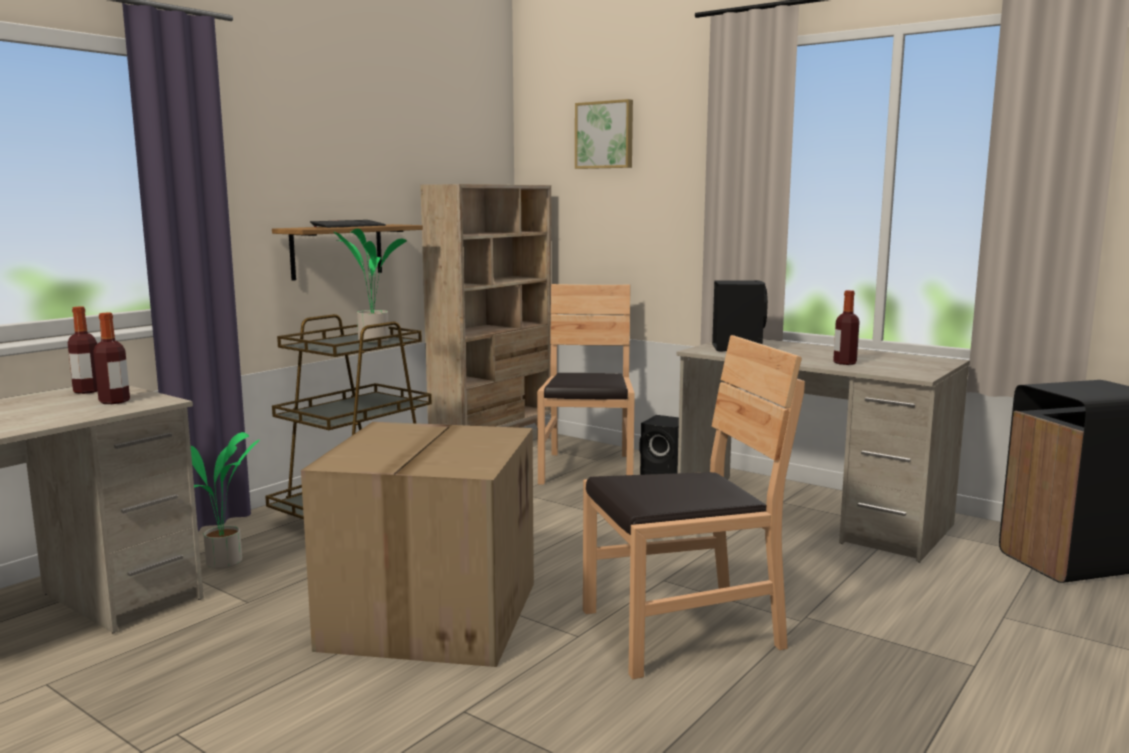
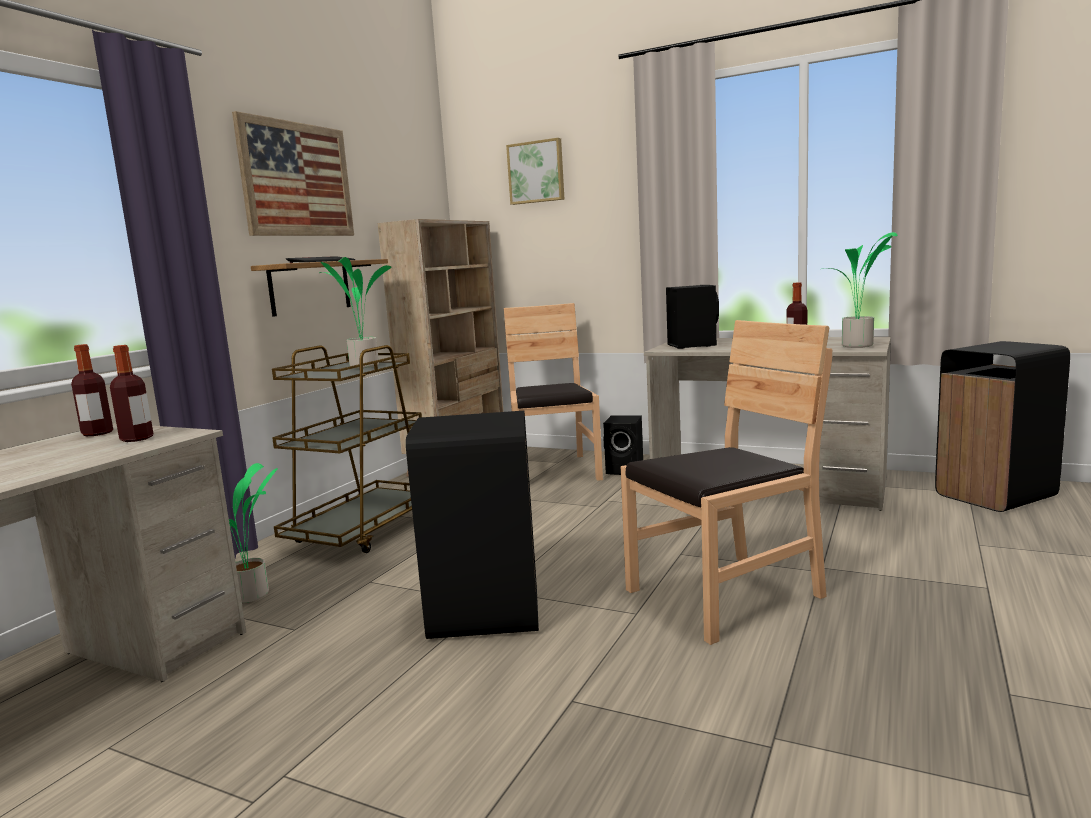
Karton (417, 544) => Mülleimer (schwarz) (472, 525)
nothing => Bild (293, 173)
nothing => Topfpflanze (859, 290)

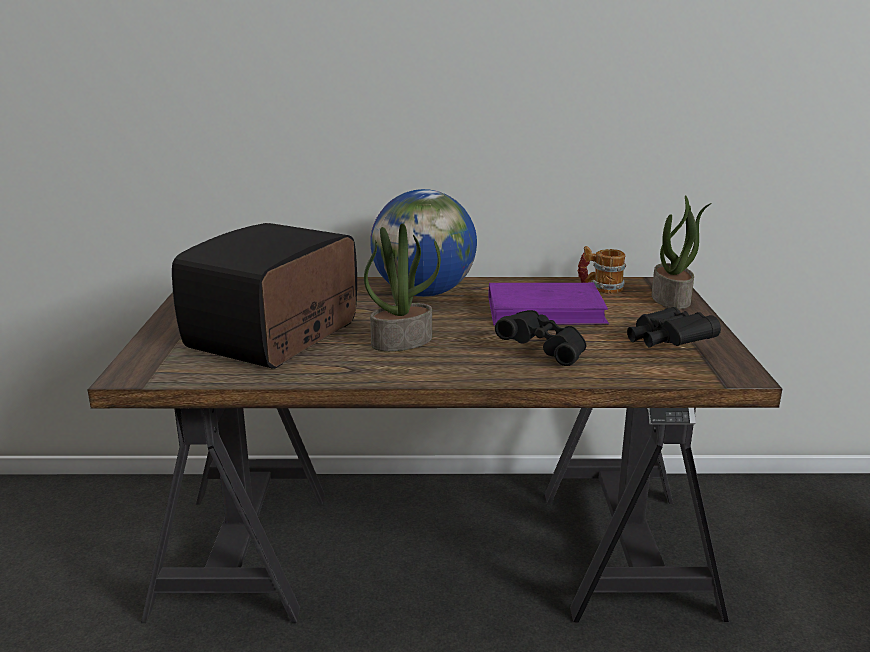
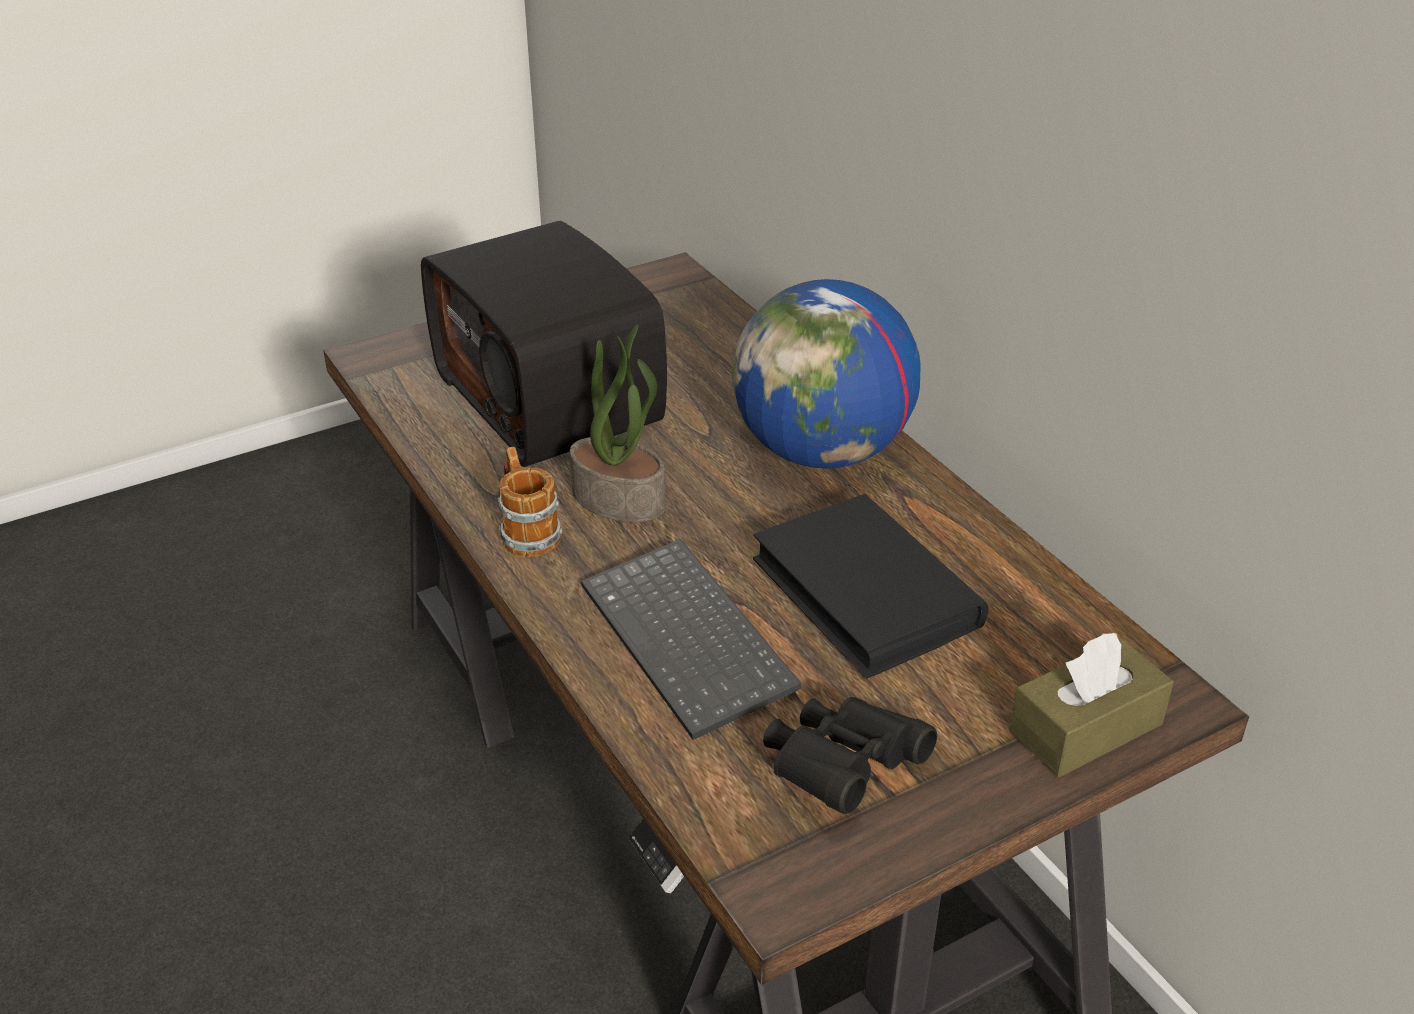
Topfpflanze (681, 252) => Taschentuchbox (braun) (1091, 705)
Radio (264, 296) => Radio (544, 344), 120 degrees counterclockwise
Henkelbecher (602, 270) => Henkelbecher (530, 502), moved
Buch (lila) (549, 304) => Buch (schwarz) (871, 586)
Fernglas (schwarz) (540, 338) => Tastatur (691, 639)

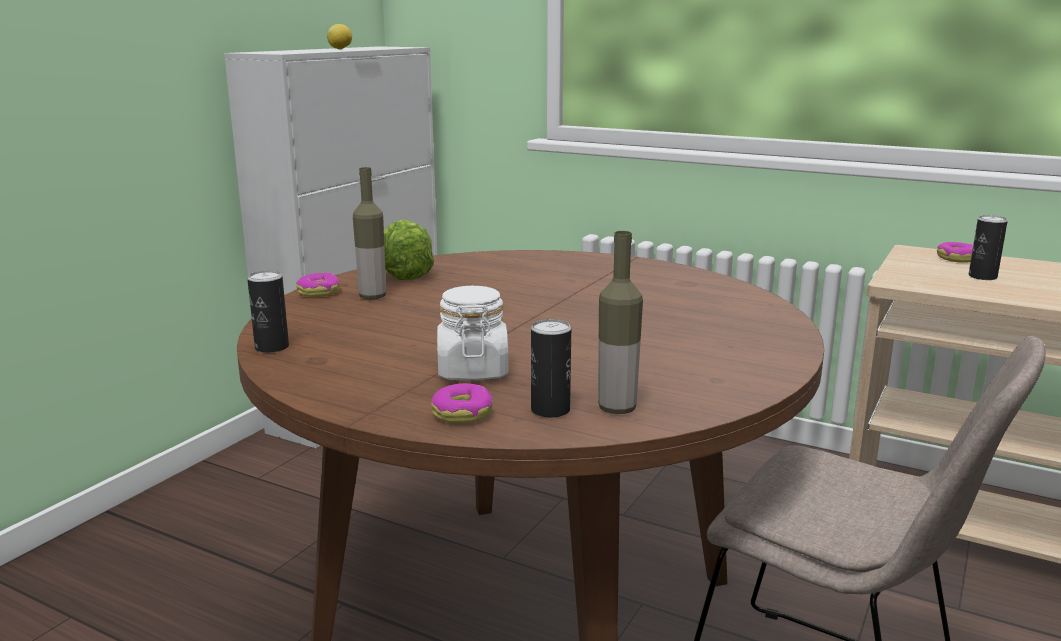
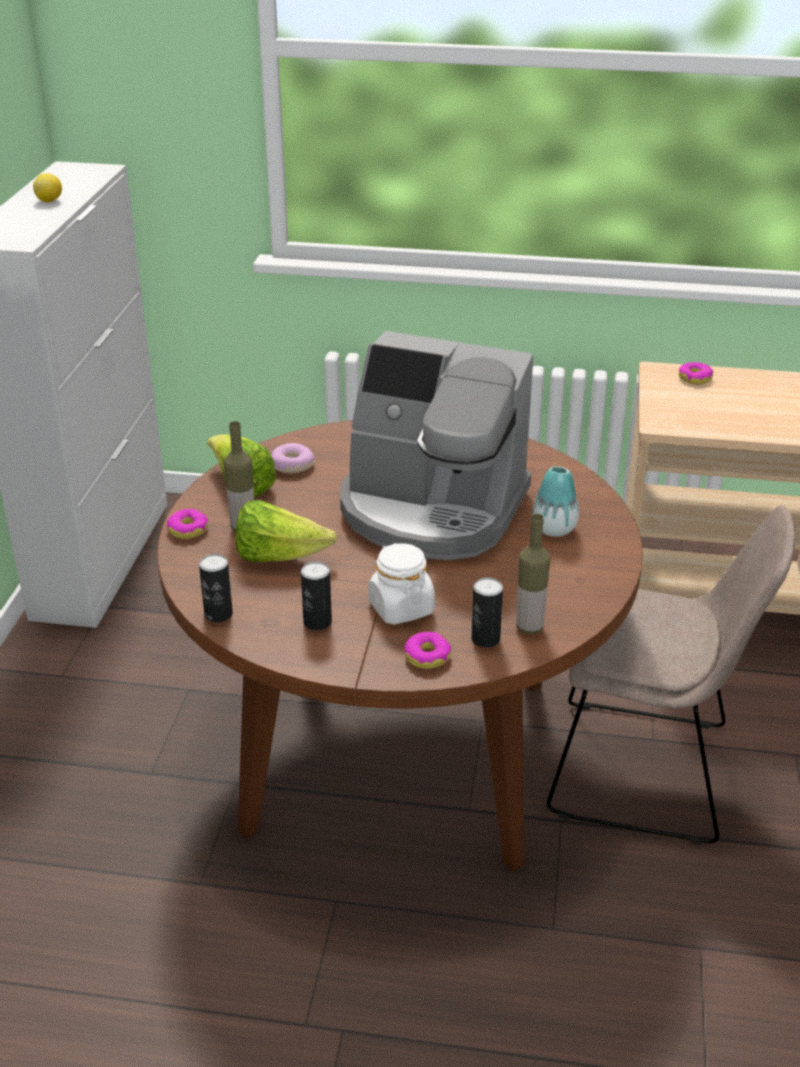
Dose (988, 247) => Dose (316, 596), moved
nothing => Kaffeemaschine (436, 445)
nothing => Donut (293, 458)
nothing => Vase (555, 501)
nothing => Salatkopf (286, 531)

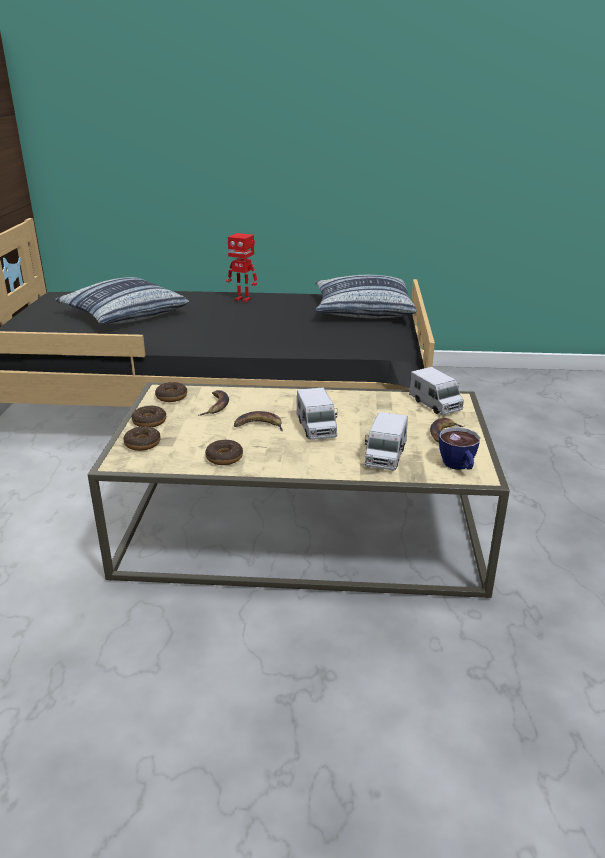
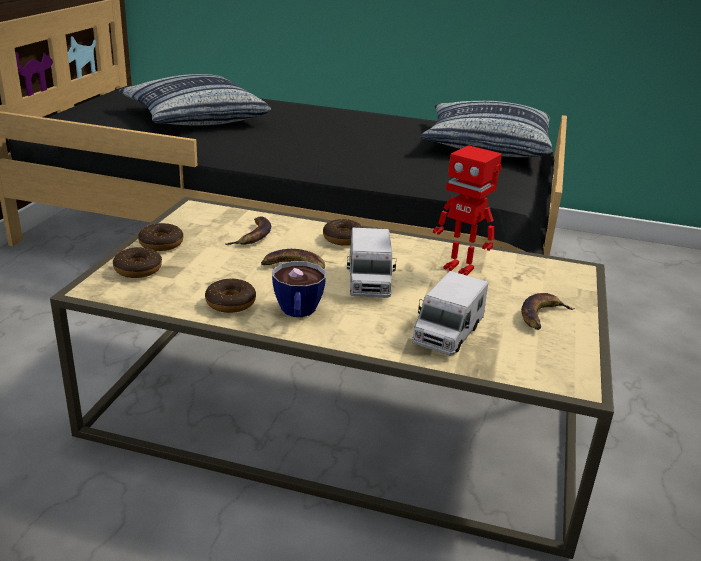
Spielzeugroboter (241, 267) => Spielzeugroboter (467, 210), moved
Spielzeuglaster (436, 391) => nothing
Donut (171, 392) => Donut (343, 232), moved
Tasse (459, 448) => Tasse (299, 289), moved

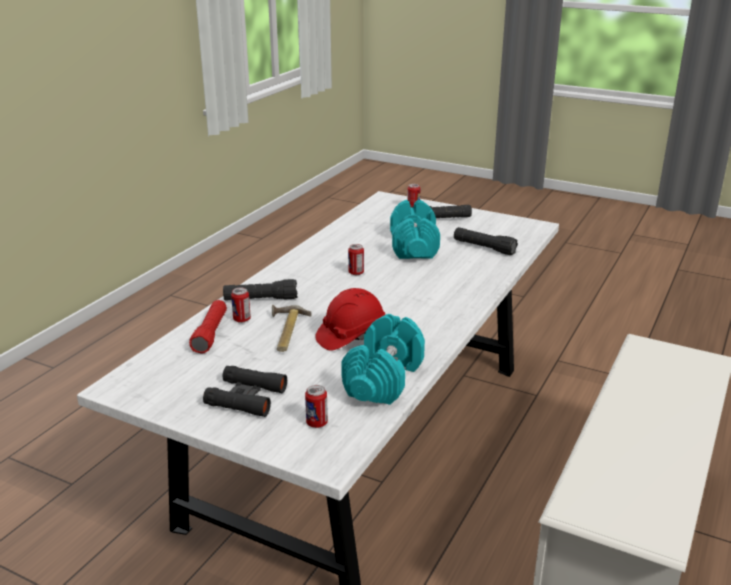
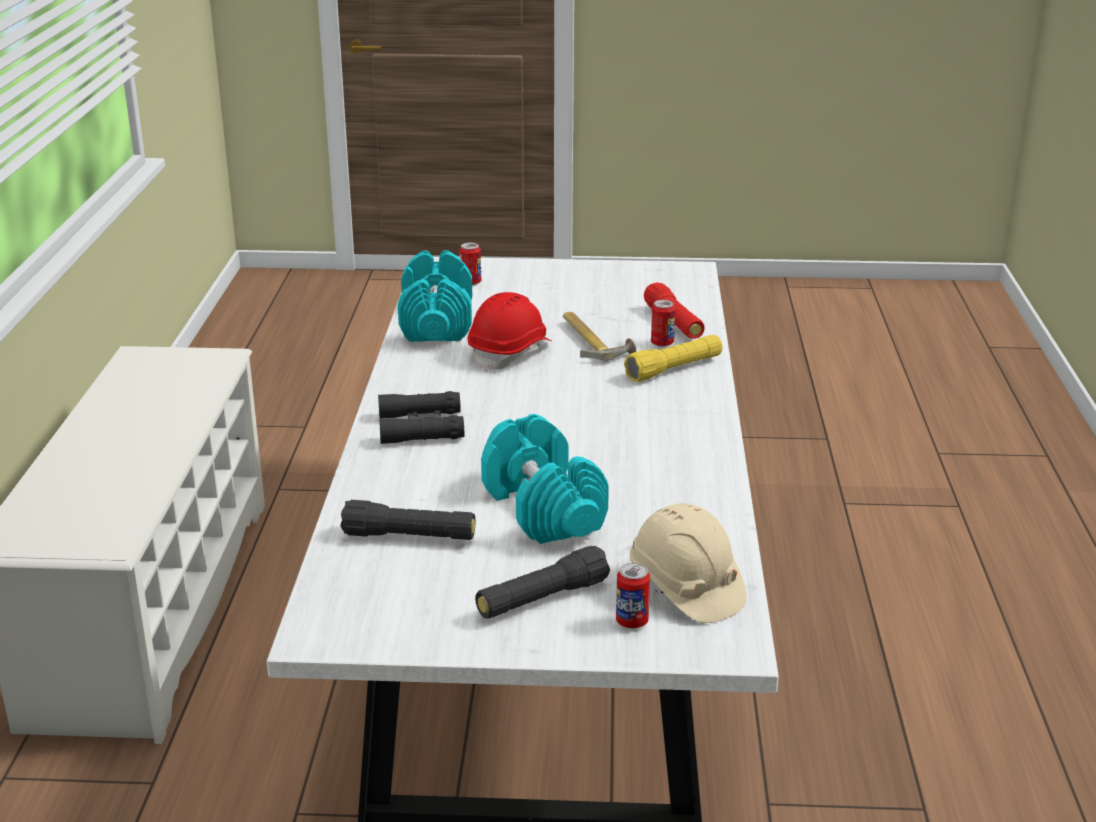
Dose (356, 259) => nothing
Taschenlampe (schwarz) (260, 289) => Taschenlampe (gelb) (673, 358)
Fernglas (schwarz) (245, 391) => Fernglas (schwarz) (421, 417), moved
nothing => Schutzhelm (beige) (688, 563)

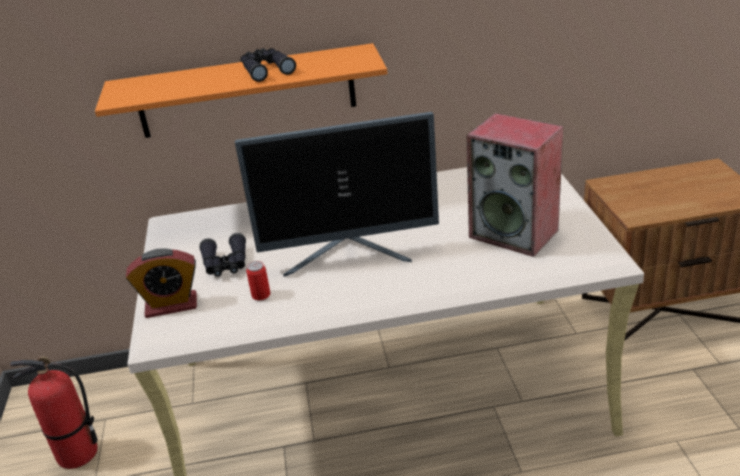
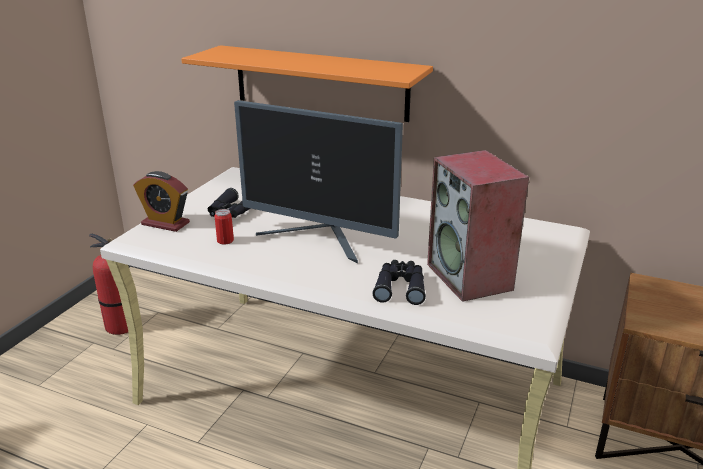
Fernglas (schwarz) (268, 65) => Fernglas (schwarz) (399, 282), moved

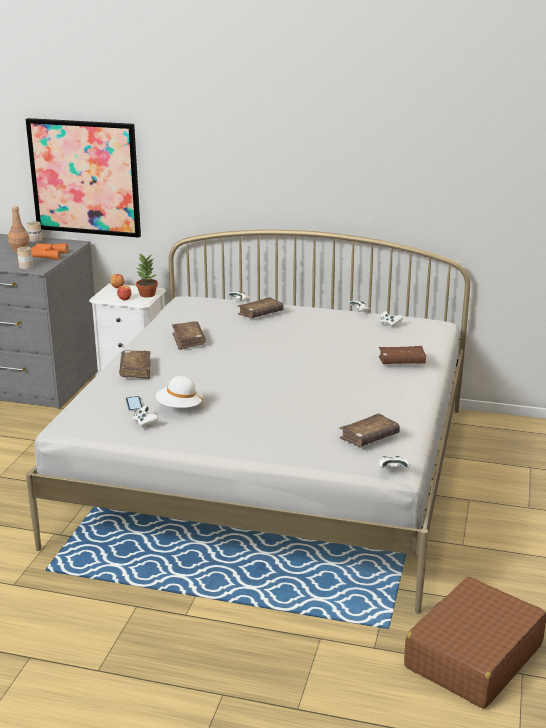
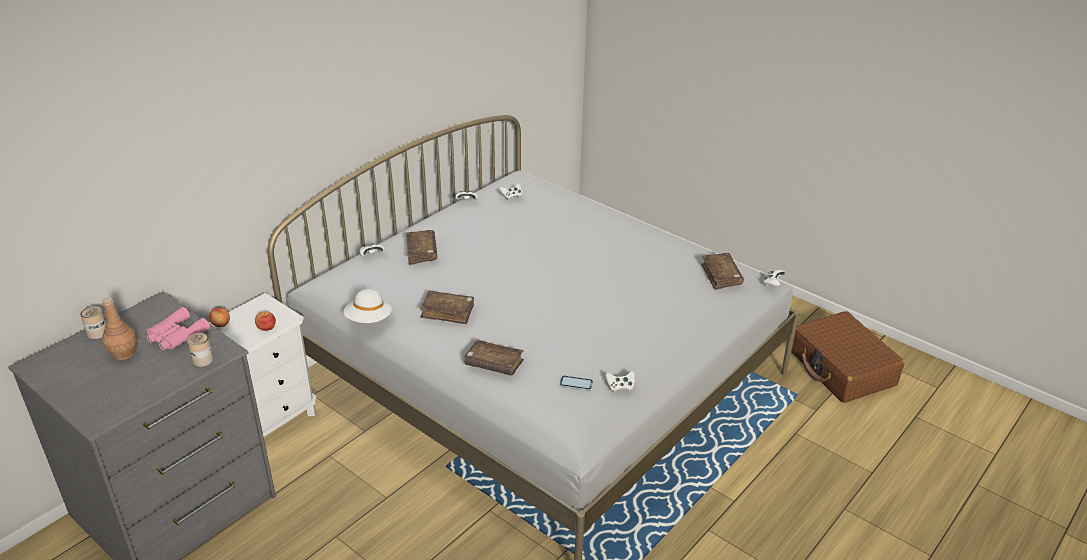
Bild (83, 178) => nothing
Fernglas (orange) (50, 251) => Fernglas (rosa) (178, 328)
Topfpflanze (147, 276) => nothing
Buch (braun) (402, 355) => nothing
Hut (weiß) (179, 392) => Hut (weiß) (367, 306), moved

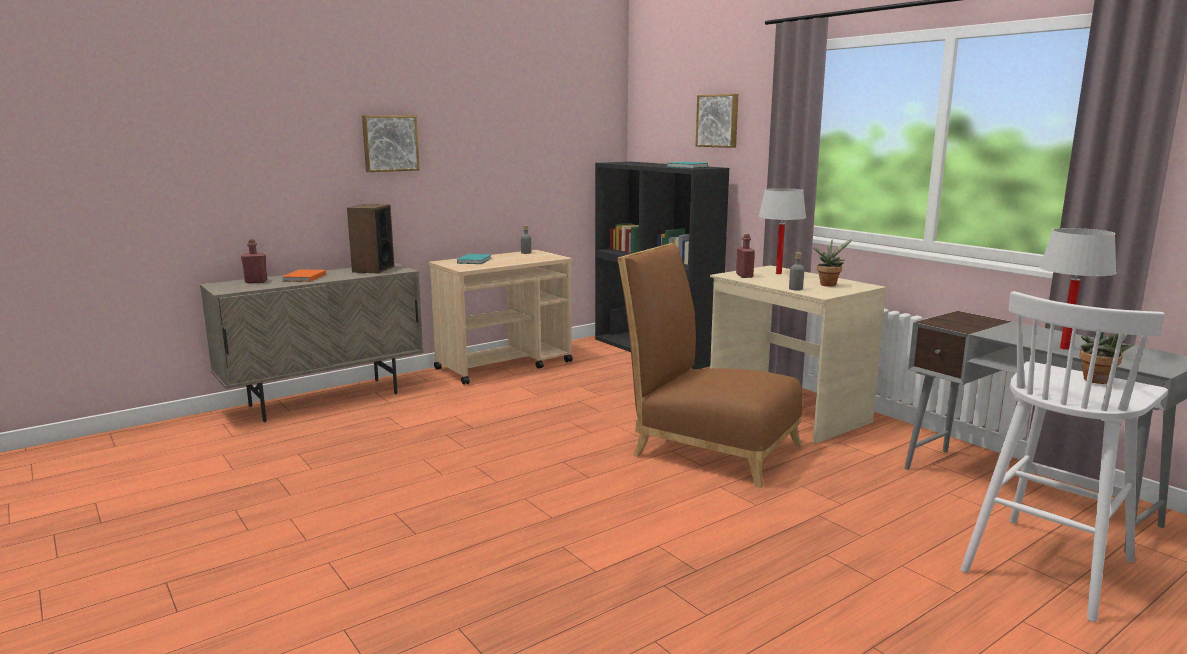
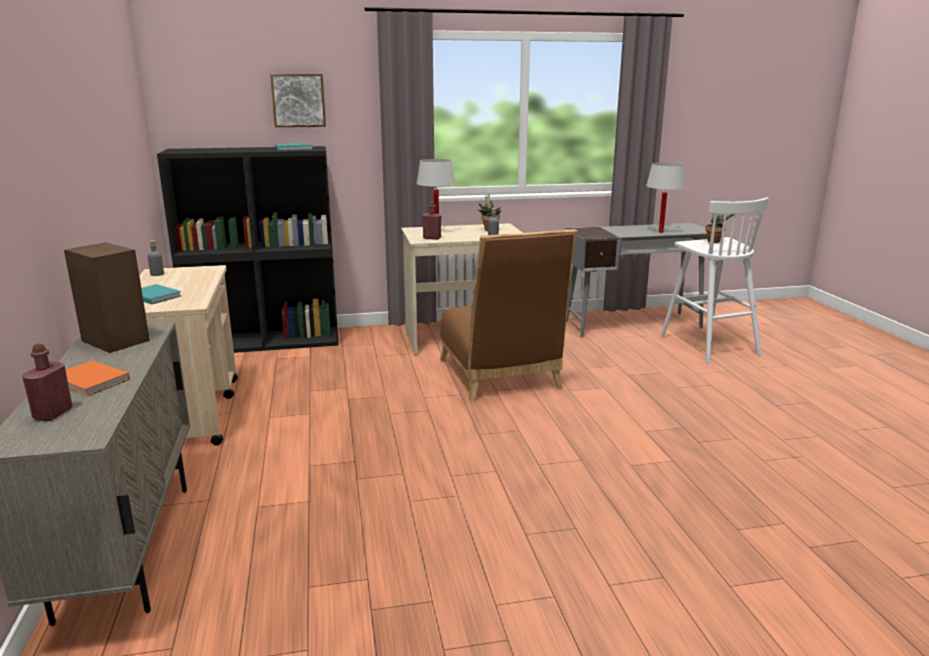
Bild (391, 143) => nothing
Stuhl (braun) (709, 365) => Stuhl (braun) (509, 315), 75 degrees counterclockwise

